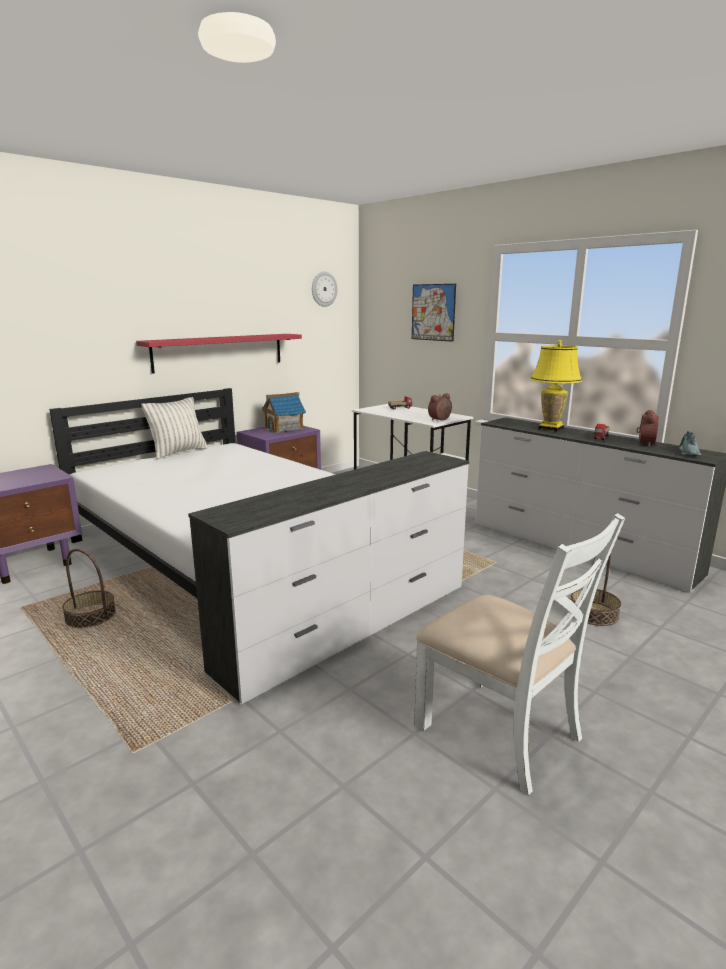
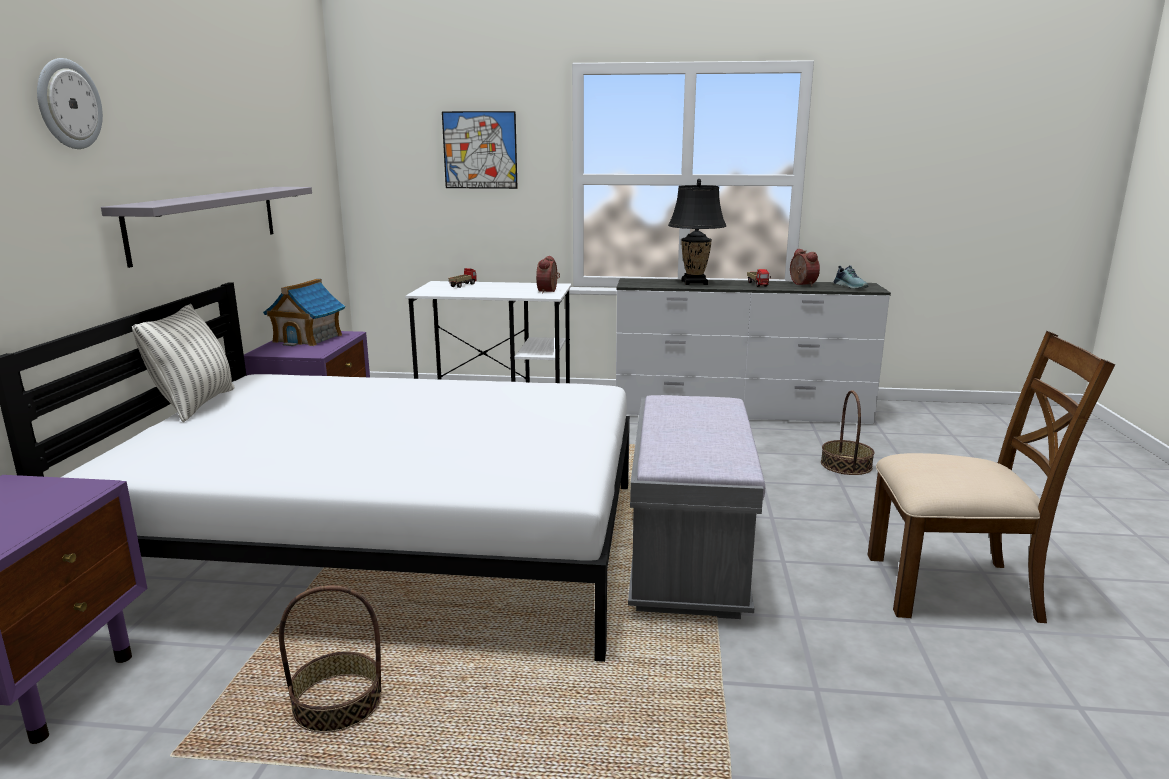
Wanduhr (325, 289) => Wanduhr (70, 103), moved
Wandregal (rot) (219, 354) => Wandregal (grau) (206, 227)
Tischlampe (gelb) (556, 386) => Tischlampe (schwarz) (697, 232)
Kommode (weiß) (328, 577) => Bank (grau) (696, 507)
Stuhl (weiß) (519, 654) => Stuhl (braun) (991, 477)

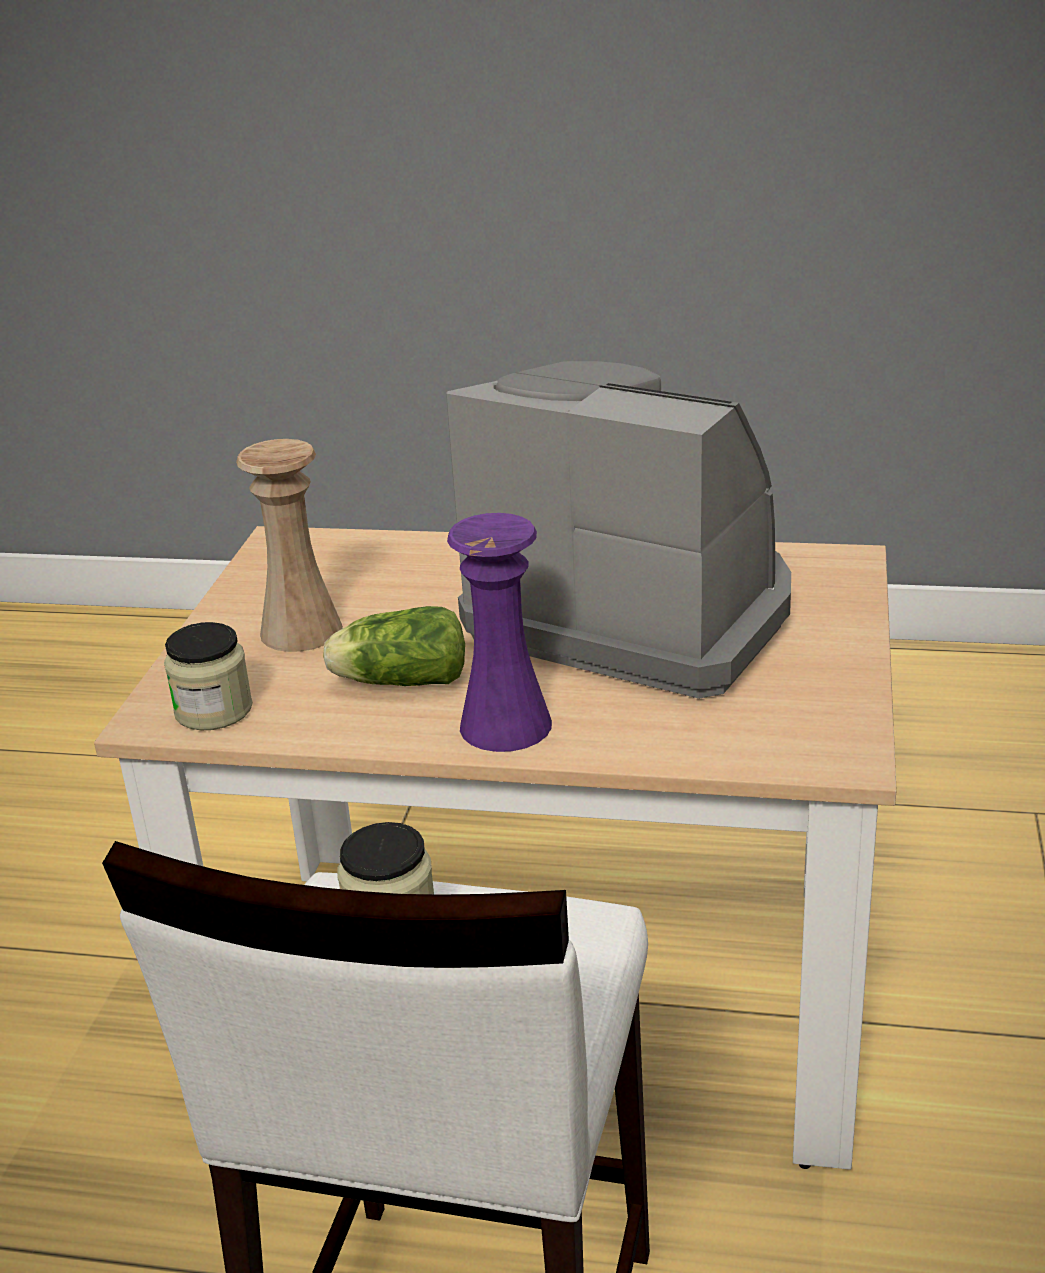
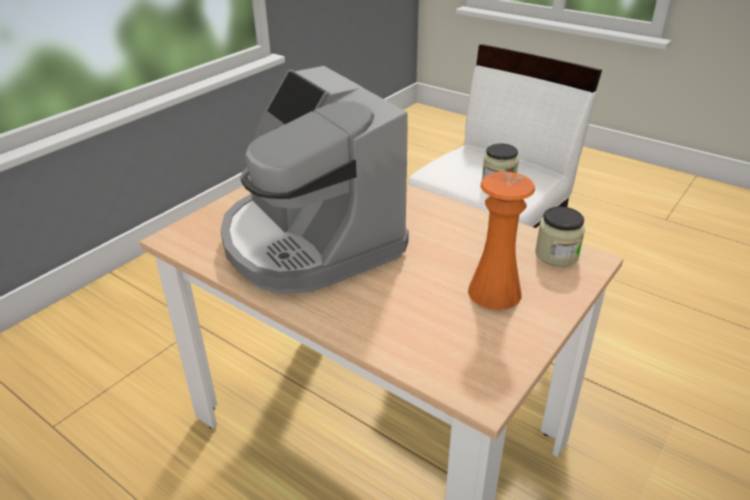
Vase (beige) (289, 545) => Vase (orange) (501, 241)
Vase (lila) (499, 632) => nothing
Salatkopf (394, 646) => nothing

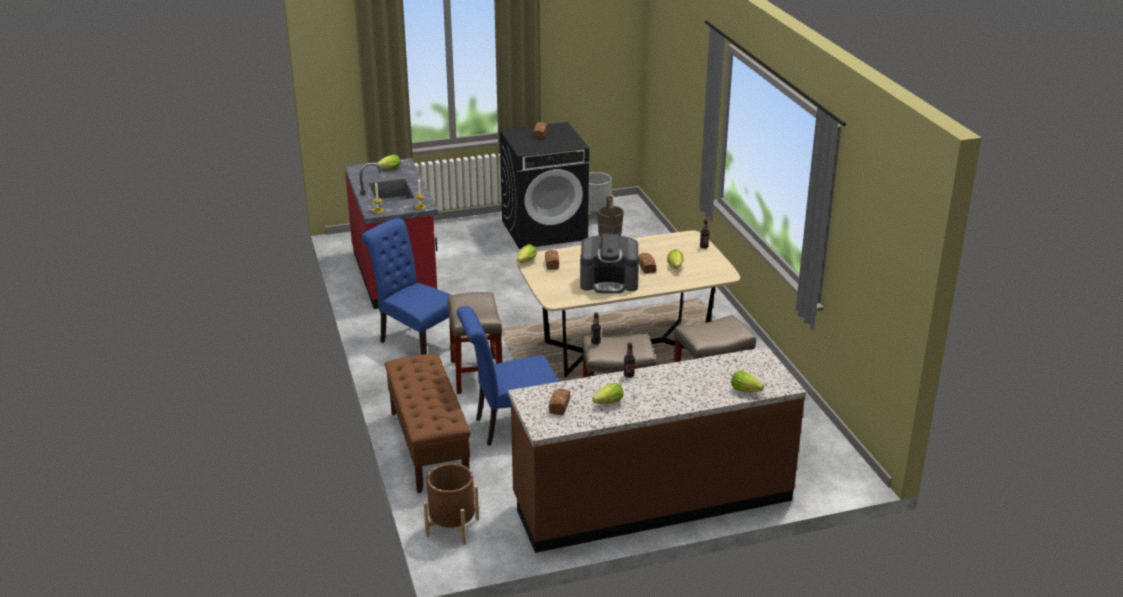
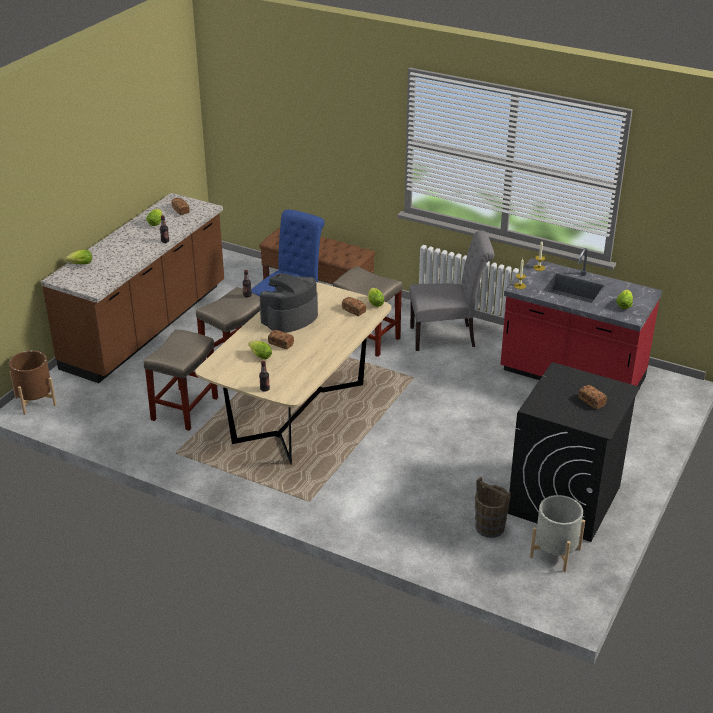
Stuhl (blau) (406, 286) => Stuhl (grau) (451, 290)
Pflanzkübel (braun) (451, 503) => Pflanzkübel (braun) (33, 383), moved

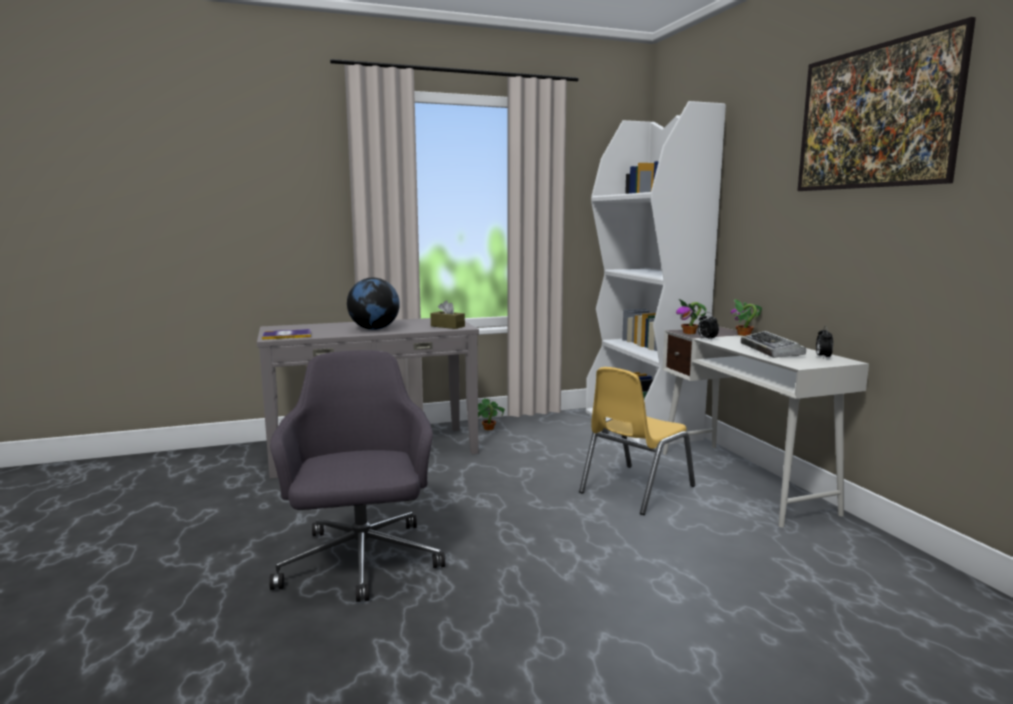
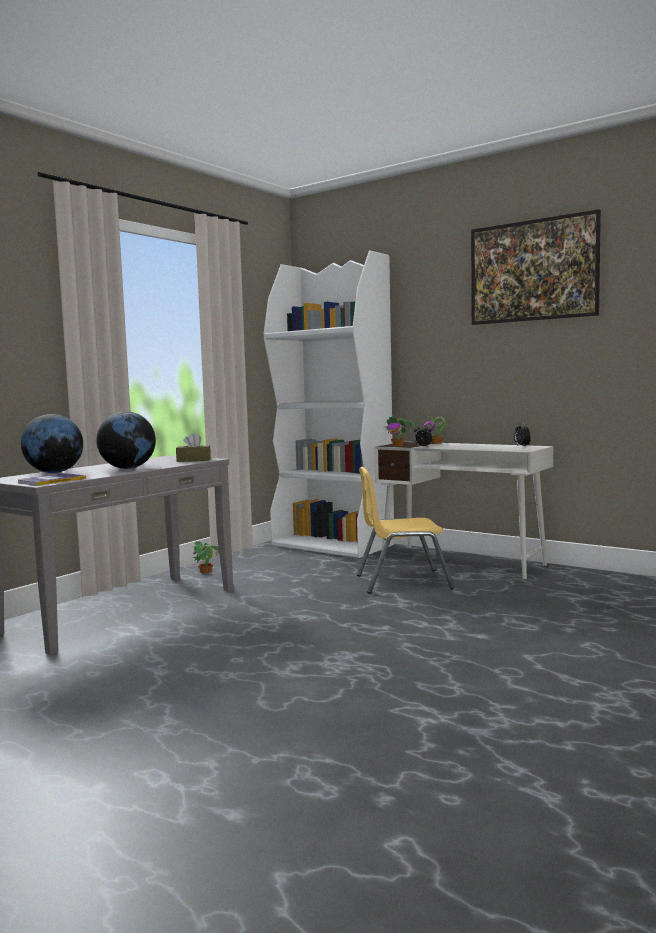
Tastatur (773, 344) => nothing
Bürostuhl (grau) (357, 476) => nothing
Stuhl (gelb) (637, 441) => Stuhl (gelb) (406, 530), 75 degrees clockwise
nothing => Globus (52, 443)

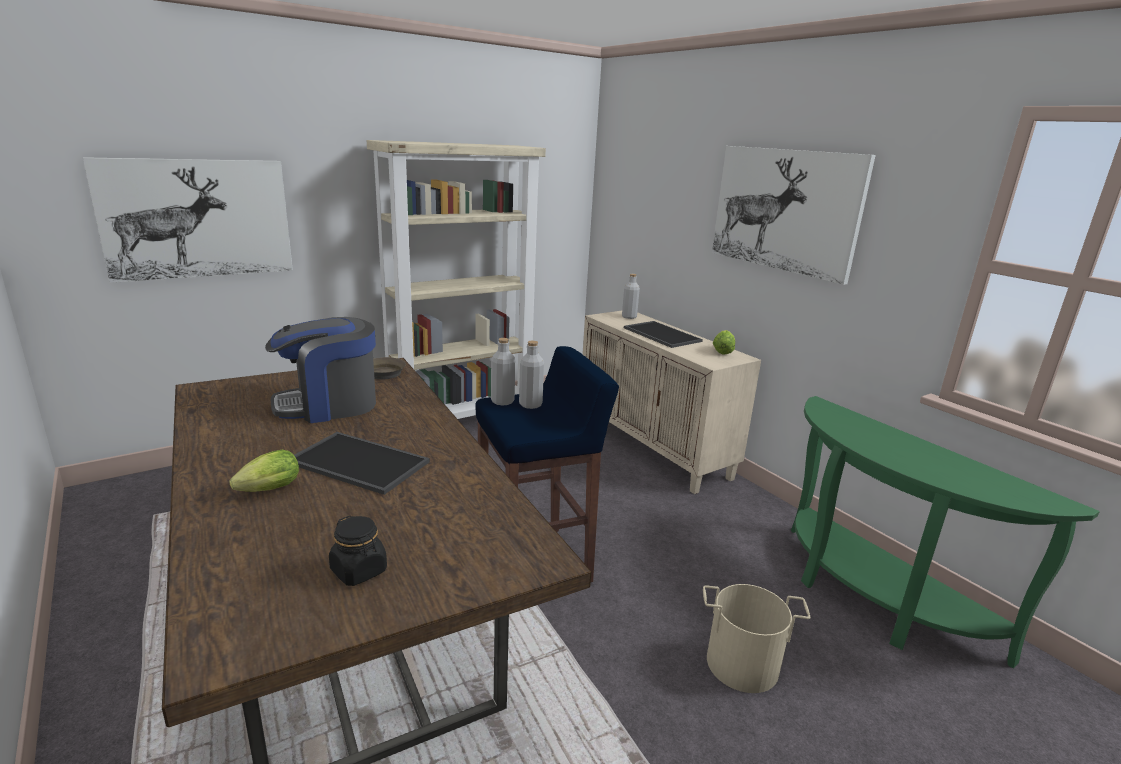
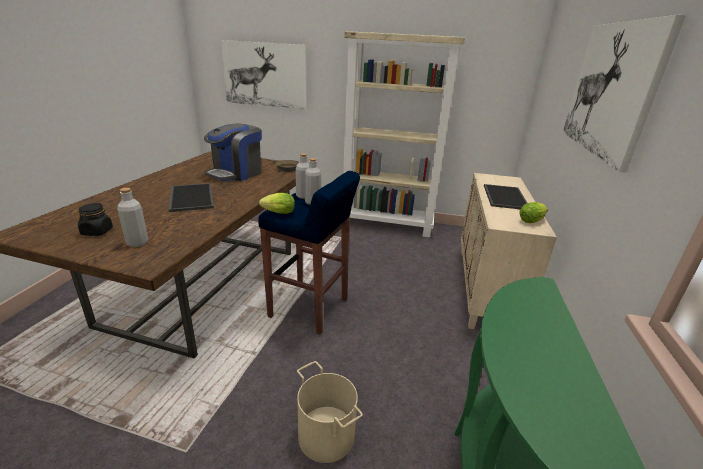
Flasche (grau) (631, 296) => Flasche (grau) (132, 217), moved
Kaffeemaschine (320, 370) => Kaffeemaschine (233, 152), 75 degrees counterclockwise
Salatkopf (264, 471) => Salatkopf (277, 203), moved

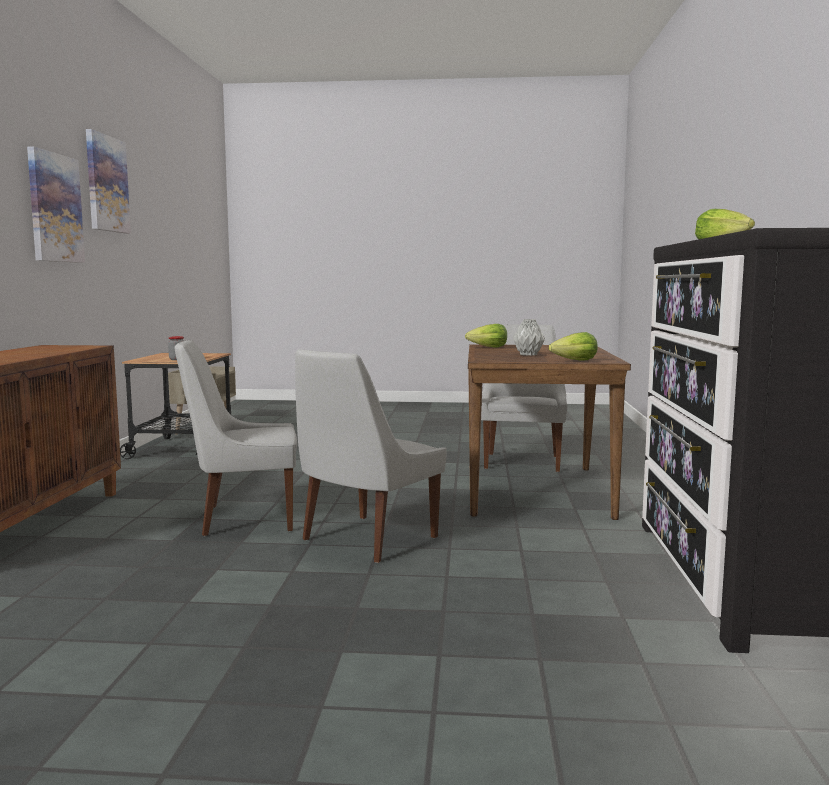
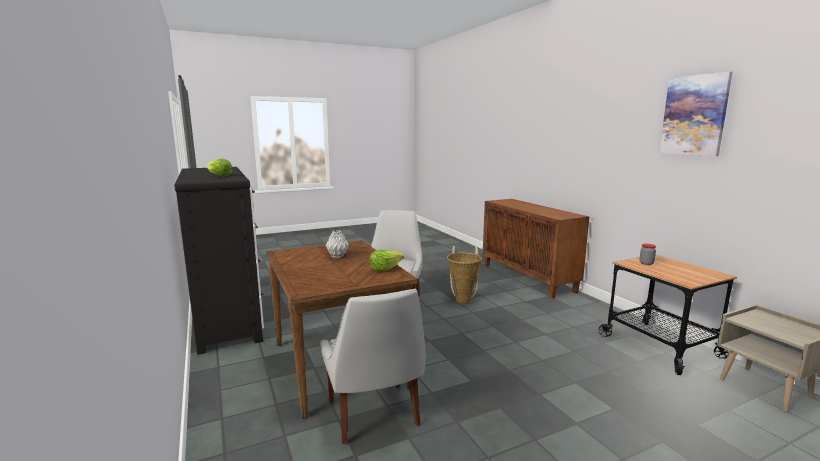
Bild (56, 204) => nothing
Salatkopf (573, 346) => nothing
Stuhl (weiß) (236, 438) => Korb (464, 275)

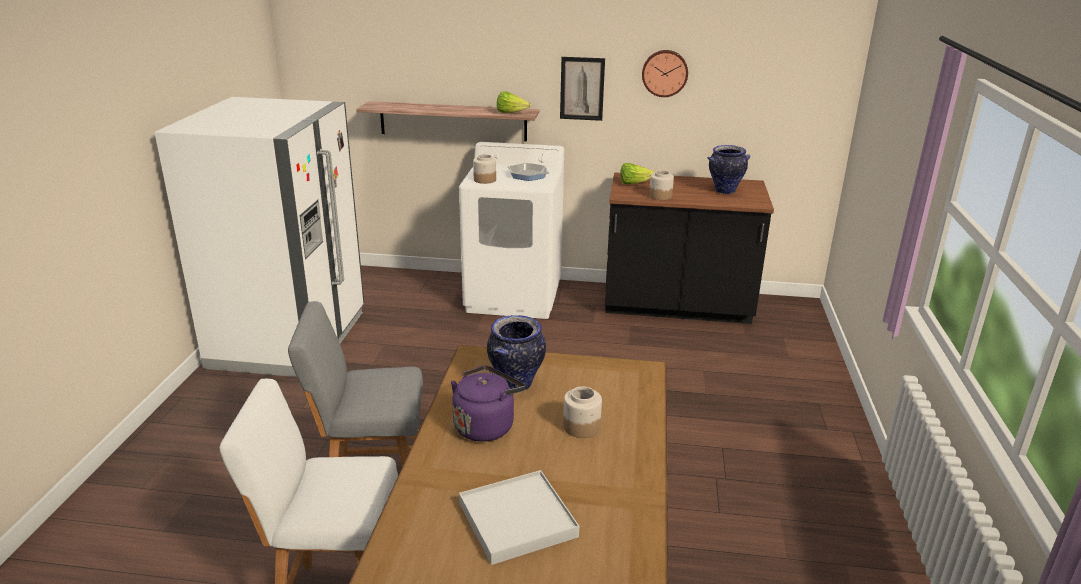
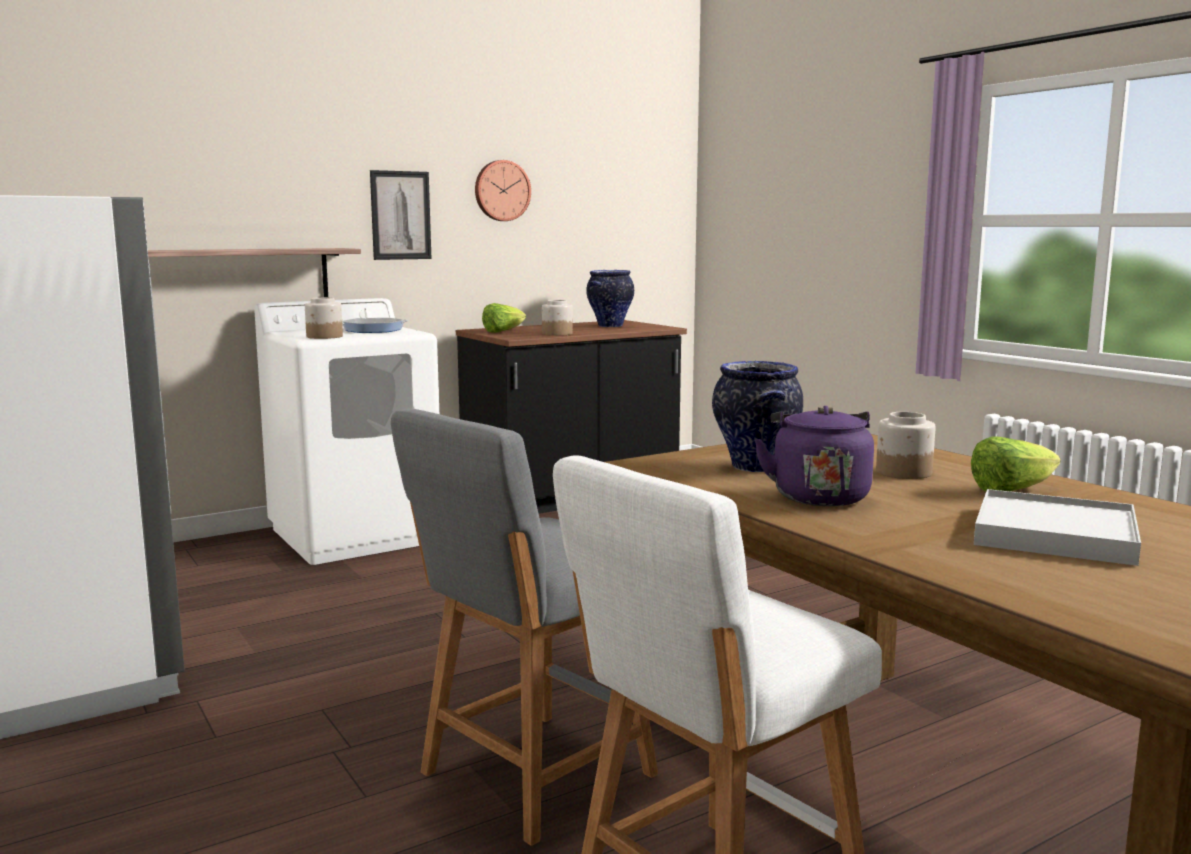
Salatkopf (514, 102) => Salatkopf (1016, 464), moved

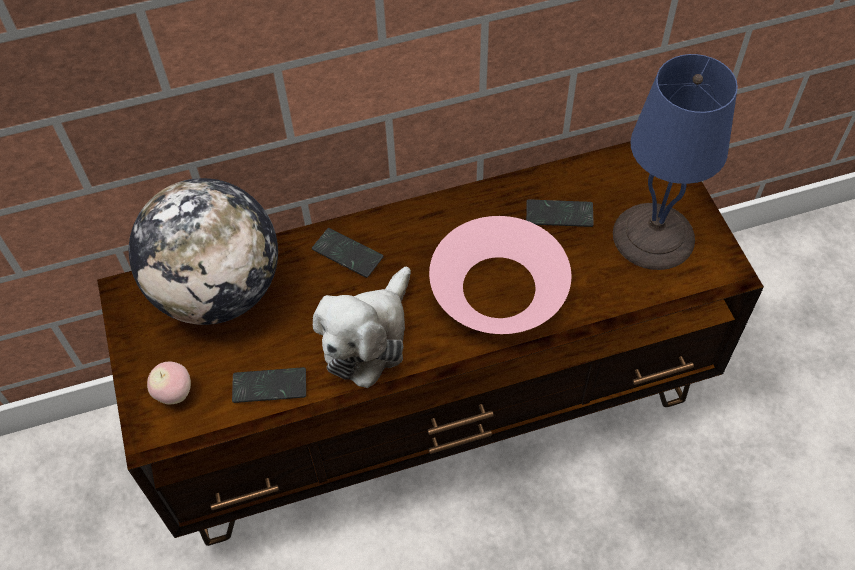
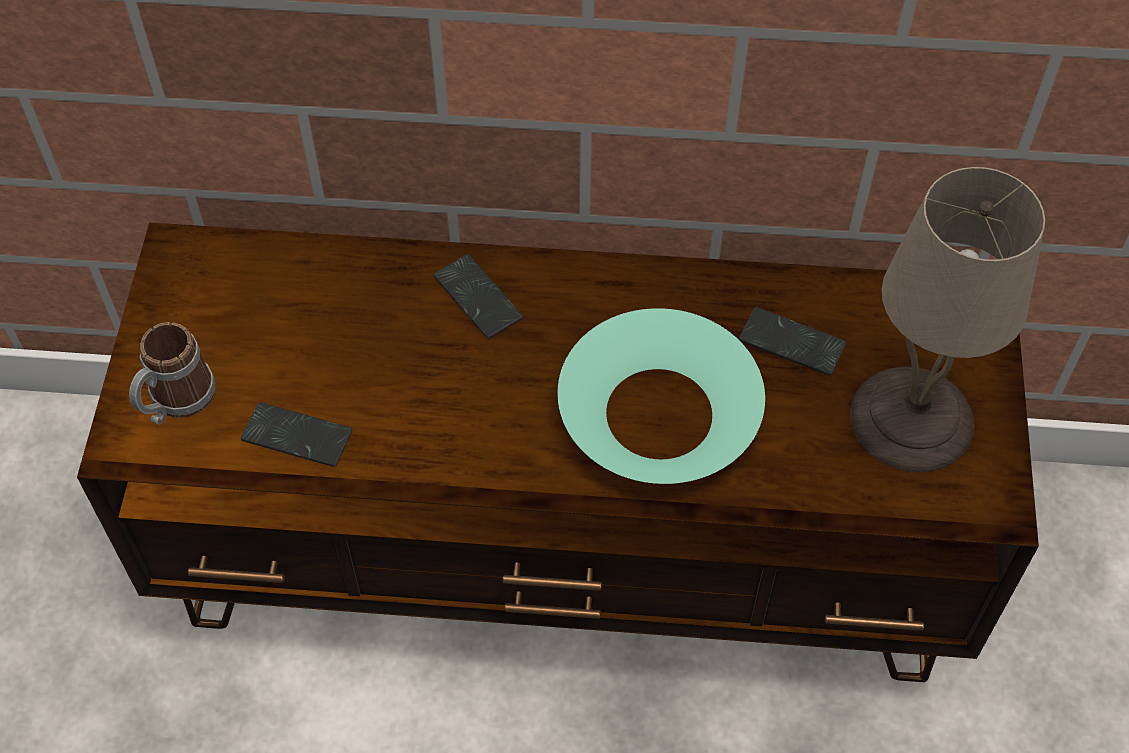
Tischlampe (blau) (675, 162) => Tischlampe (beige) (947, 320)
Globus (203, 251) => nothing
Schüssel (rosa) (500, 275) => Schüssel (türkis) (661, 396)
Plüschtier (362, 327) => nothing
Apfel (169, 383) => Henkelbecher (172, 373)

